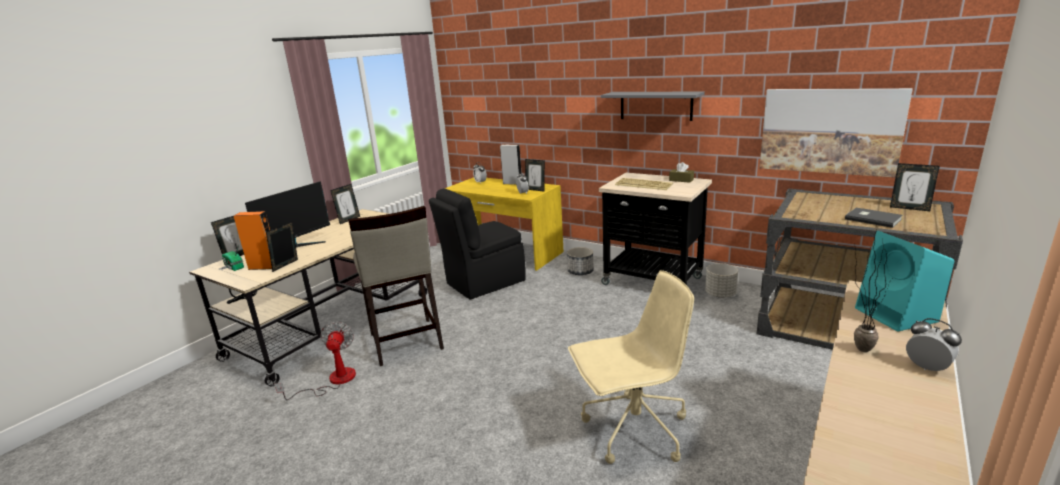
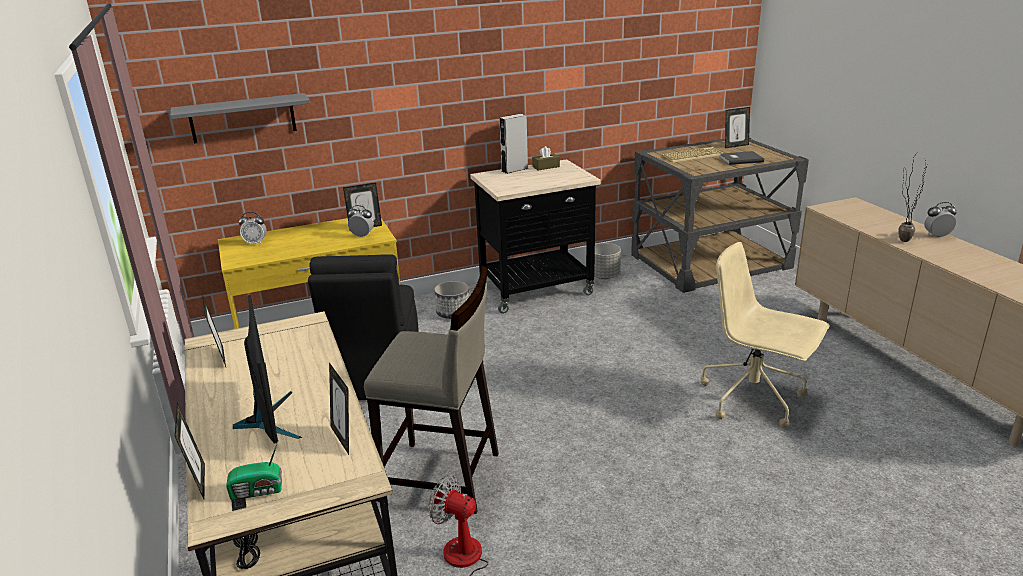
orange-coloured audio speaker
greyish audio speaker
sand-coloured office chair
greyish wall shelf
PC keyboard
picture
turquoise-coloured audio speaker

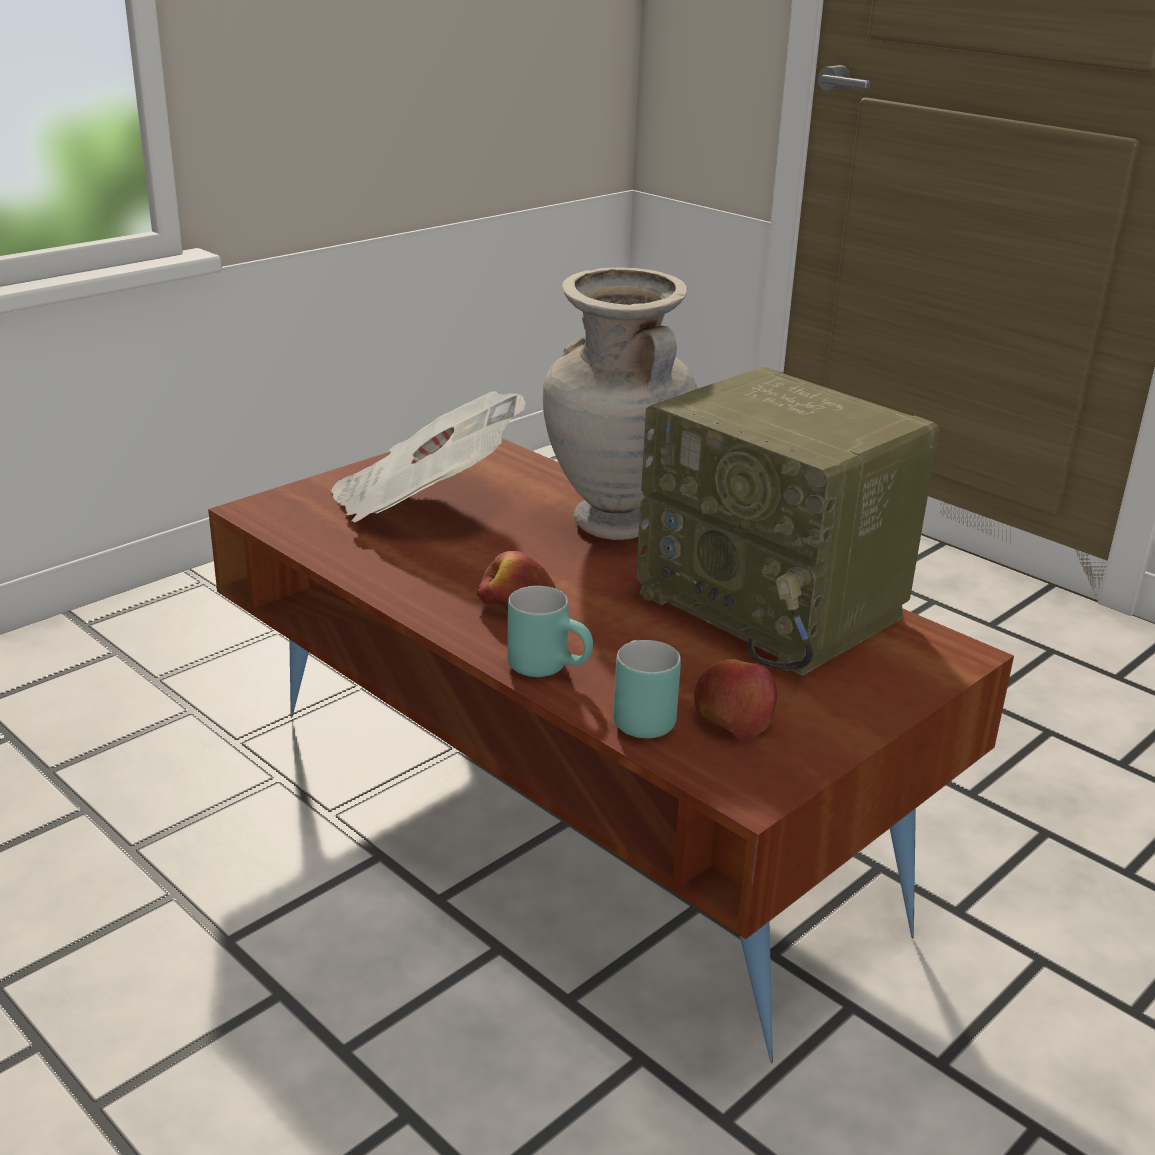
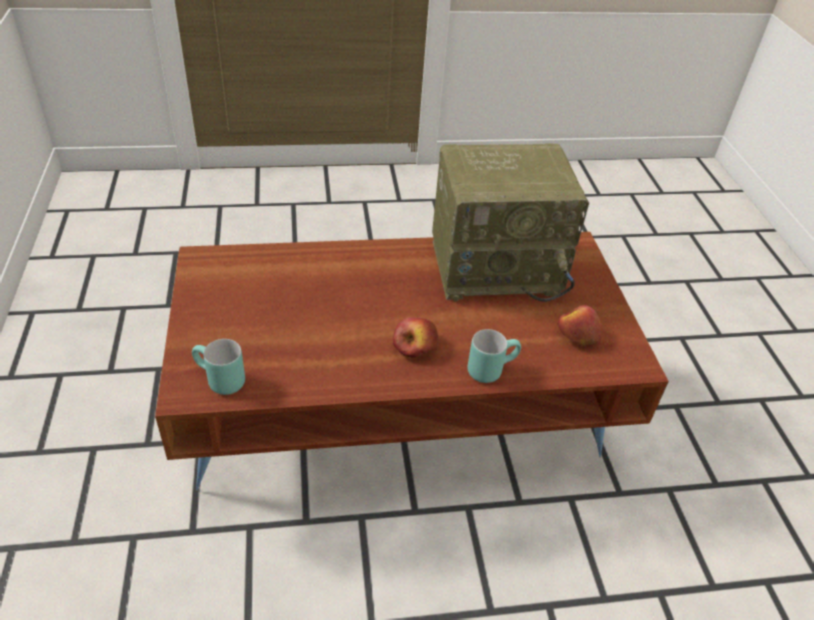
newspaper
sand-coloured flower vase
turquoise-coloured tea mug (no. 1 from left)

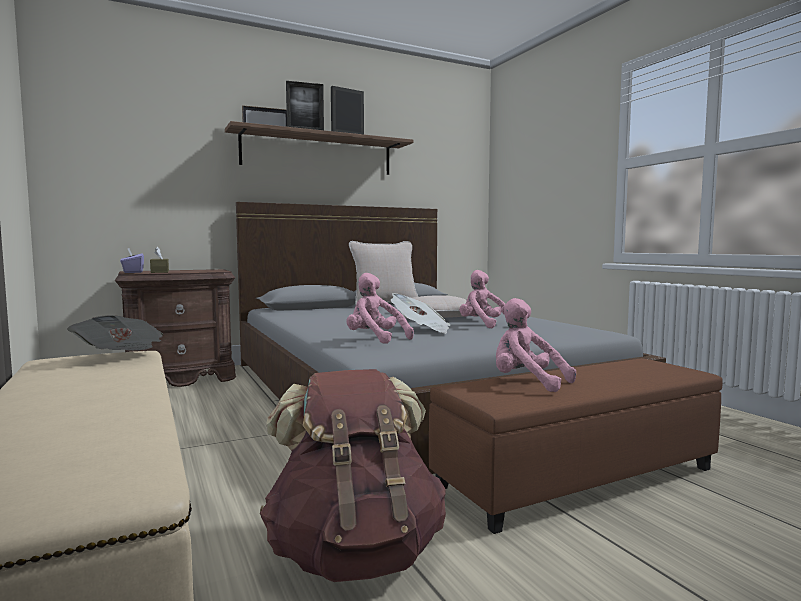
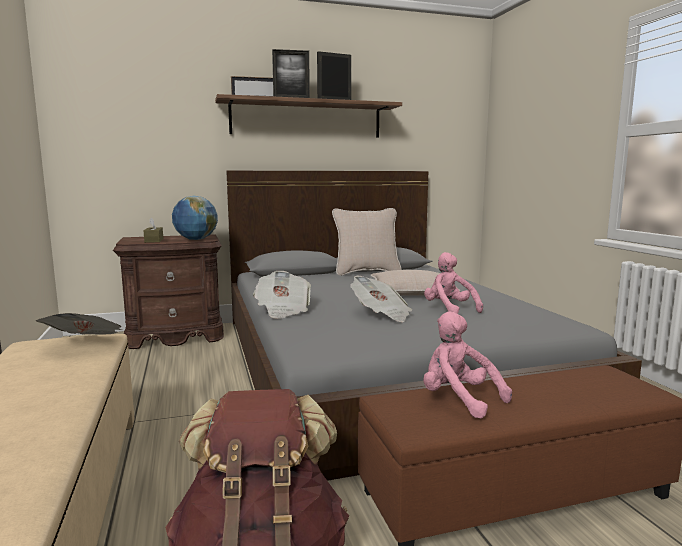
purplish tissue holder
pinkish plush toy (no. 1 from left in the first image)
world globe
newspaper (no. 2 from left)

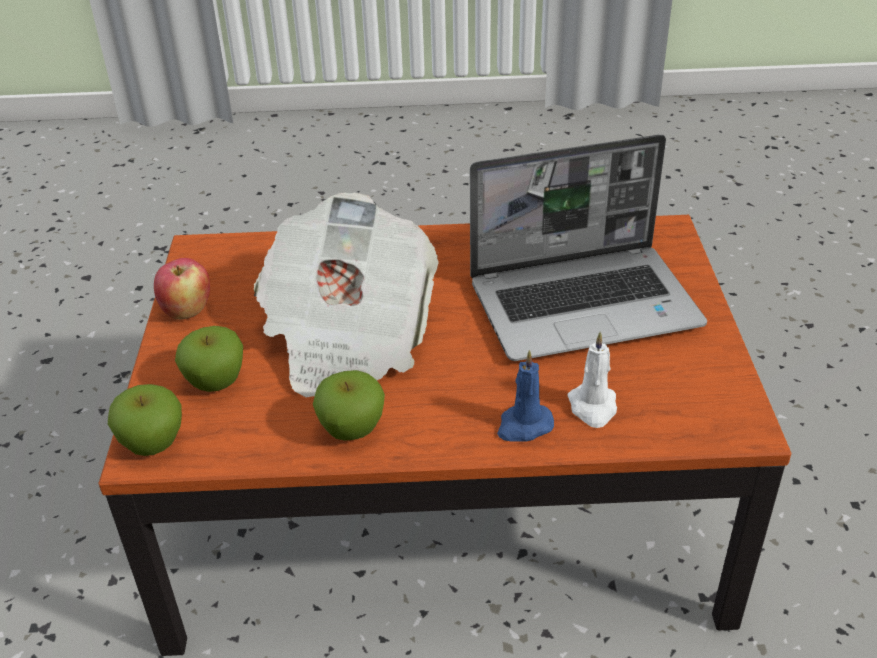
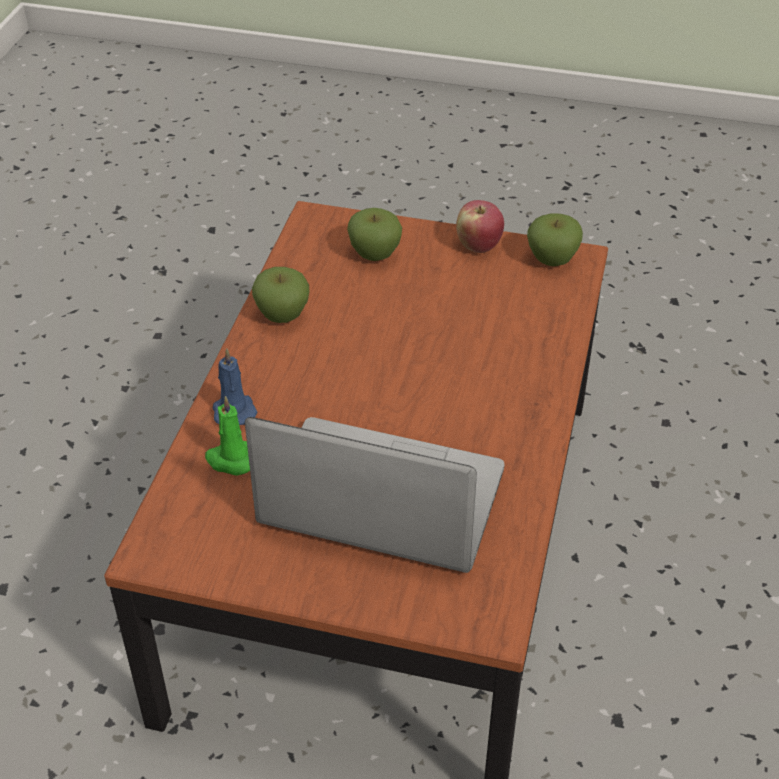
apple (no. 4 from left)
newspaper
laptop
greenish wax light

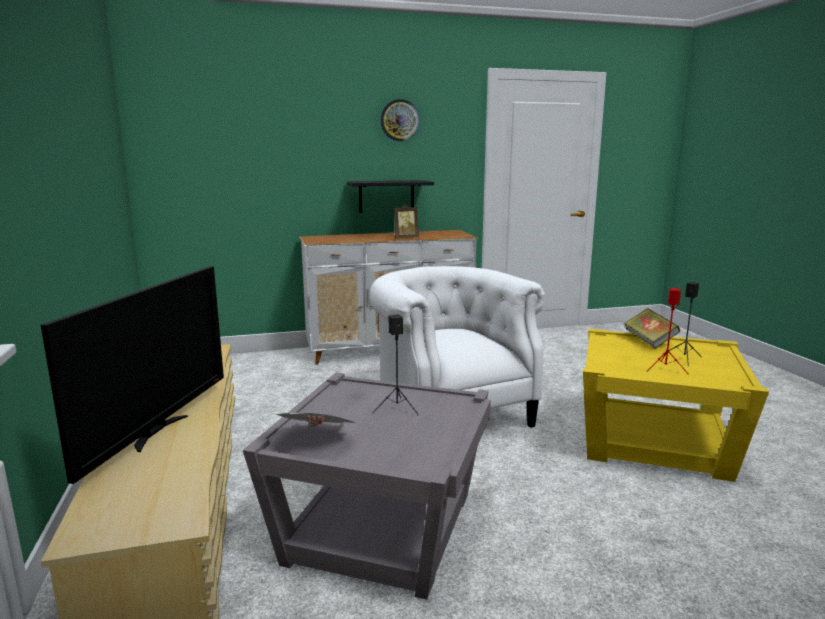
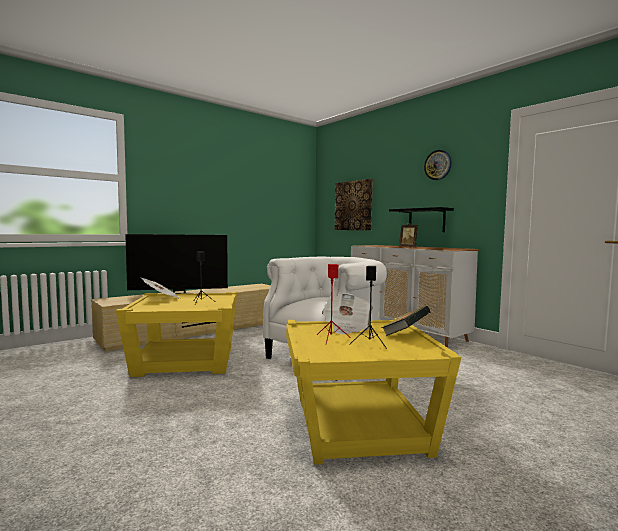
yellow-coloured side table (no. 1 from left)
newspaper (no. 2 from left)
picture

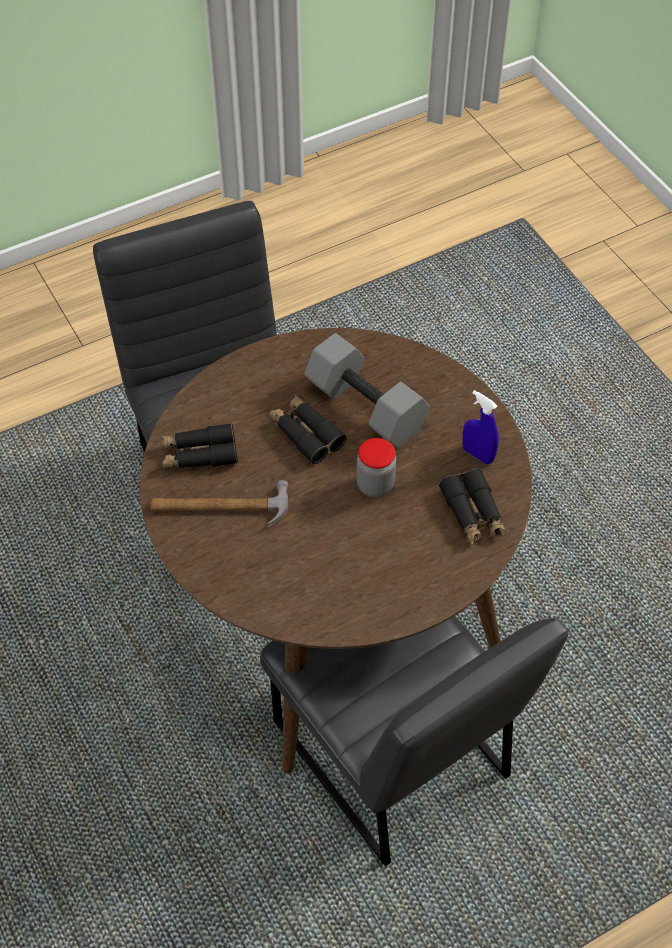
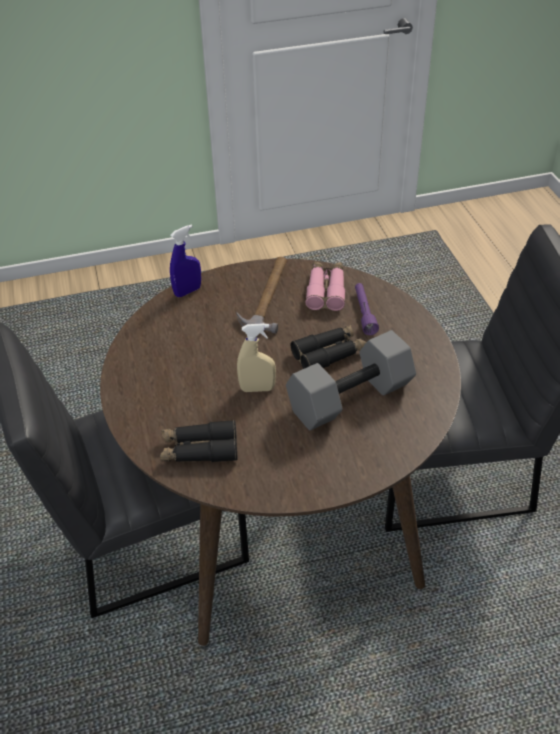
pinkish field glasses
sand-coloured sprayer
blue sprayer
purplish hand torch

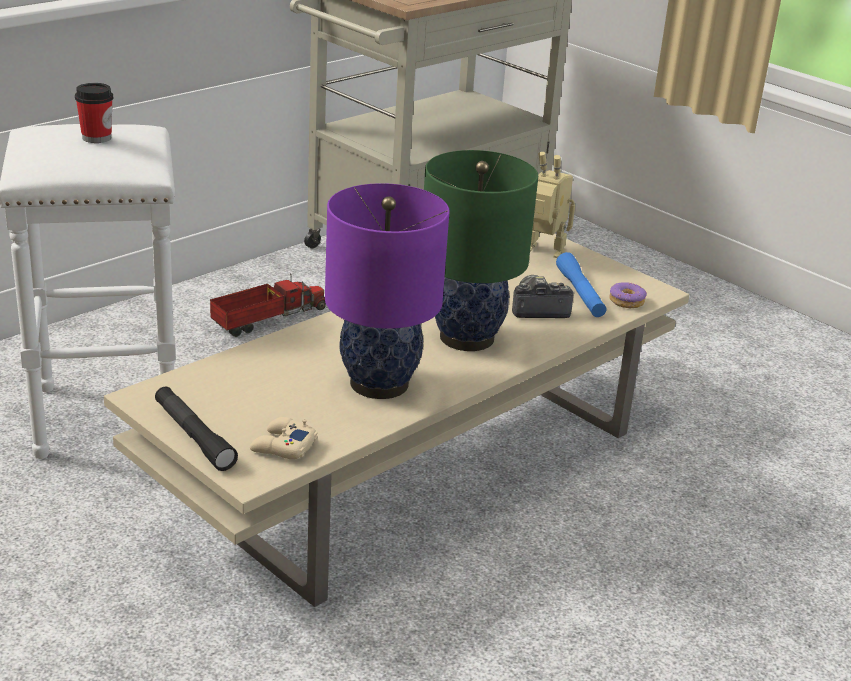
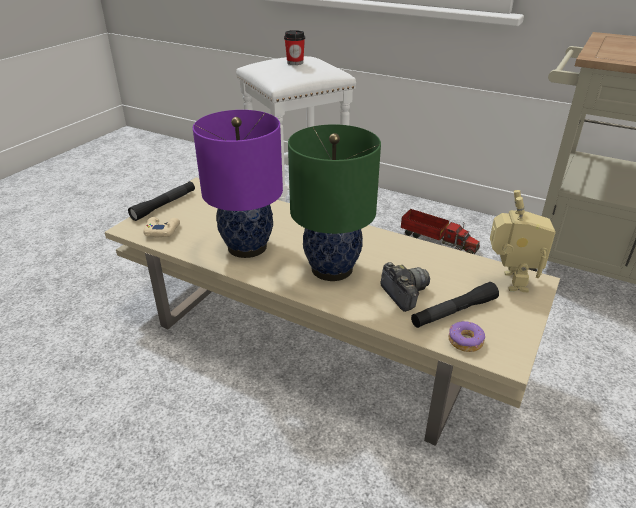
black-coloured hand torch (no. 2 from left)

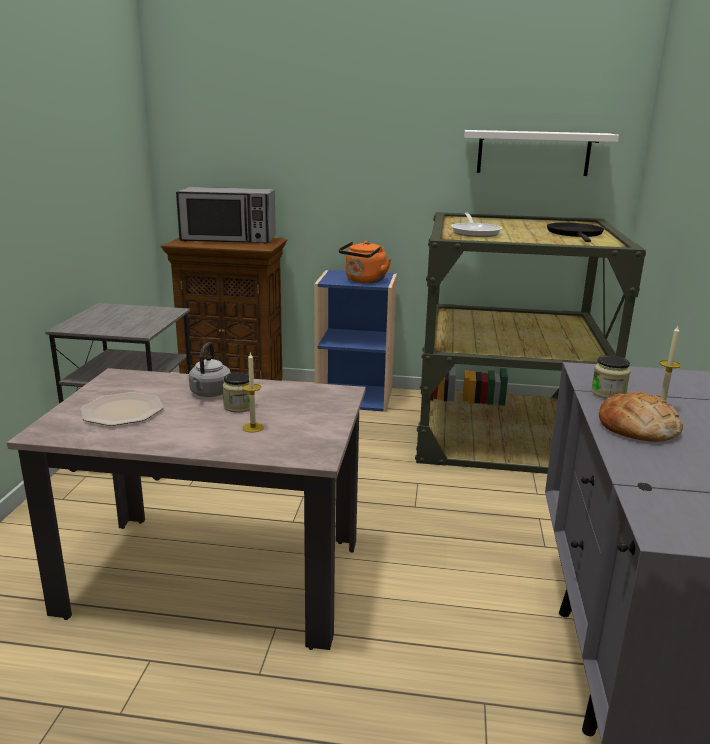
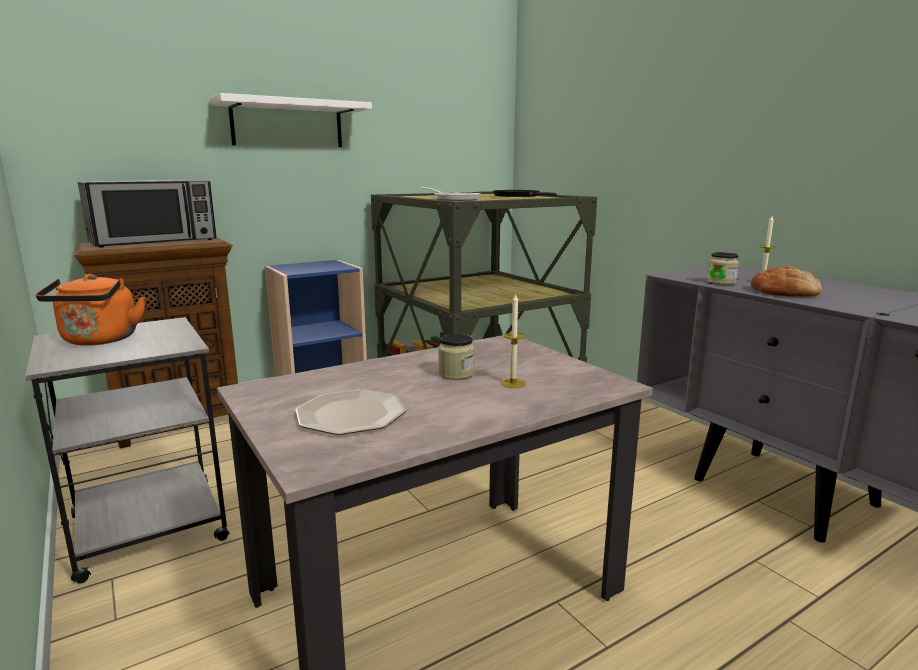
greyish tea kettle
orange-coloured tea kettle
whitish wall shelf

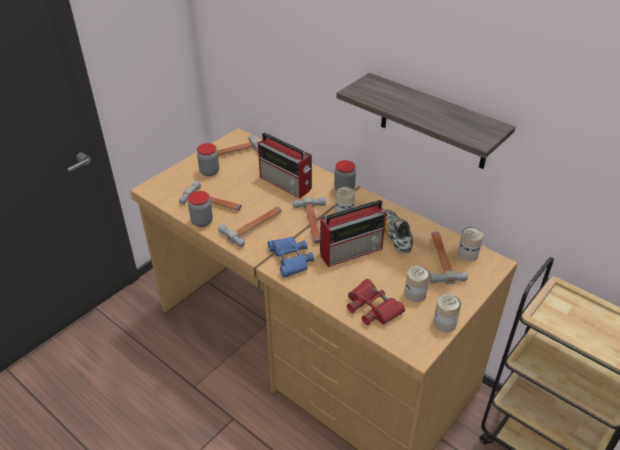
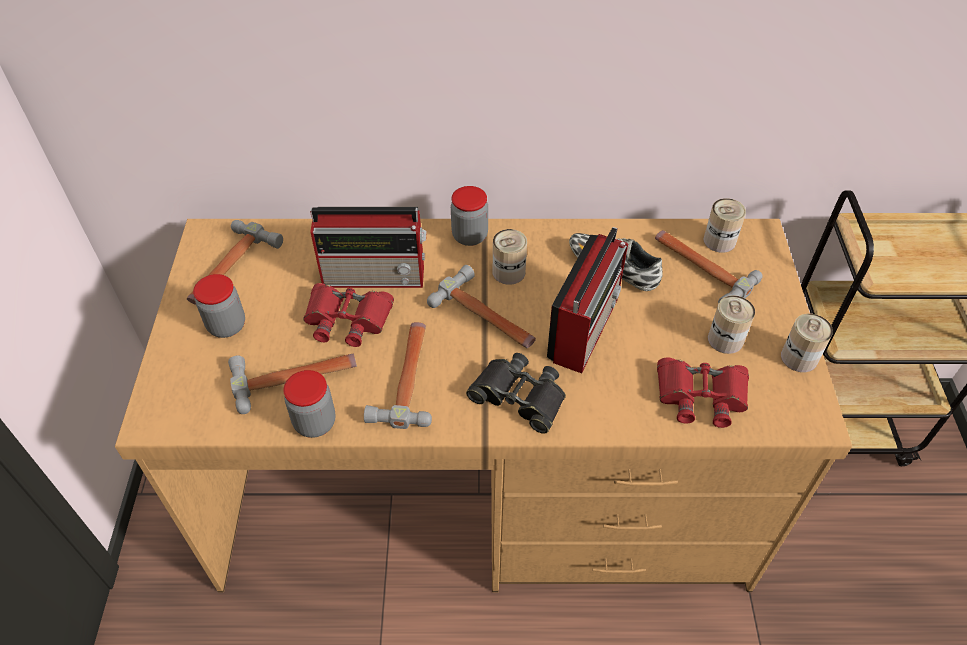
black-coloured field glasses
wall shelf
reddish field glasses (no. 1 from left)

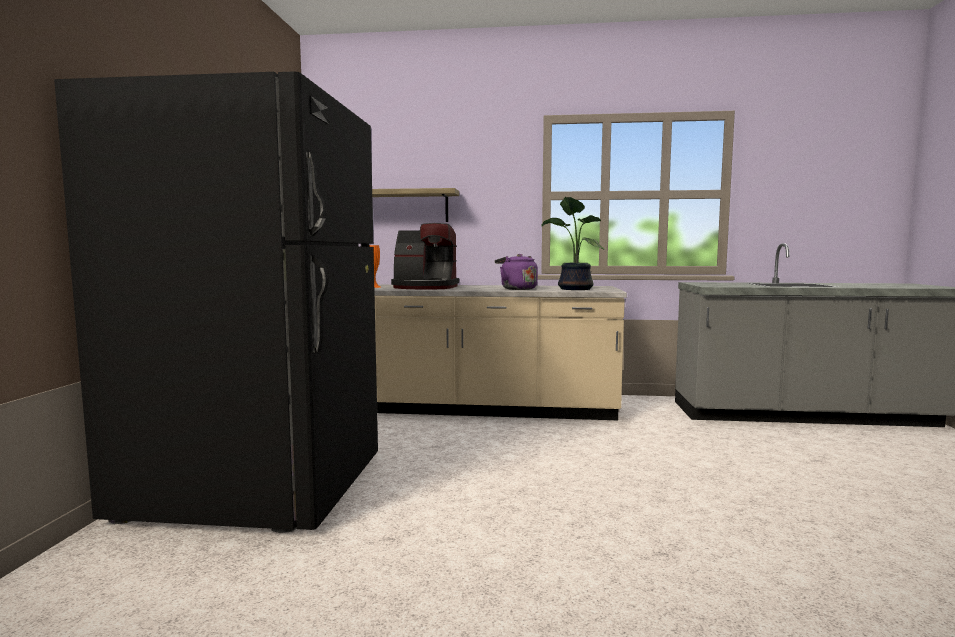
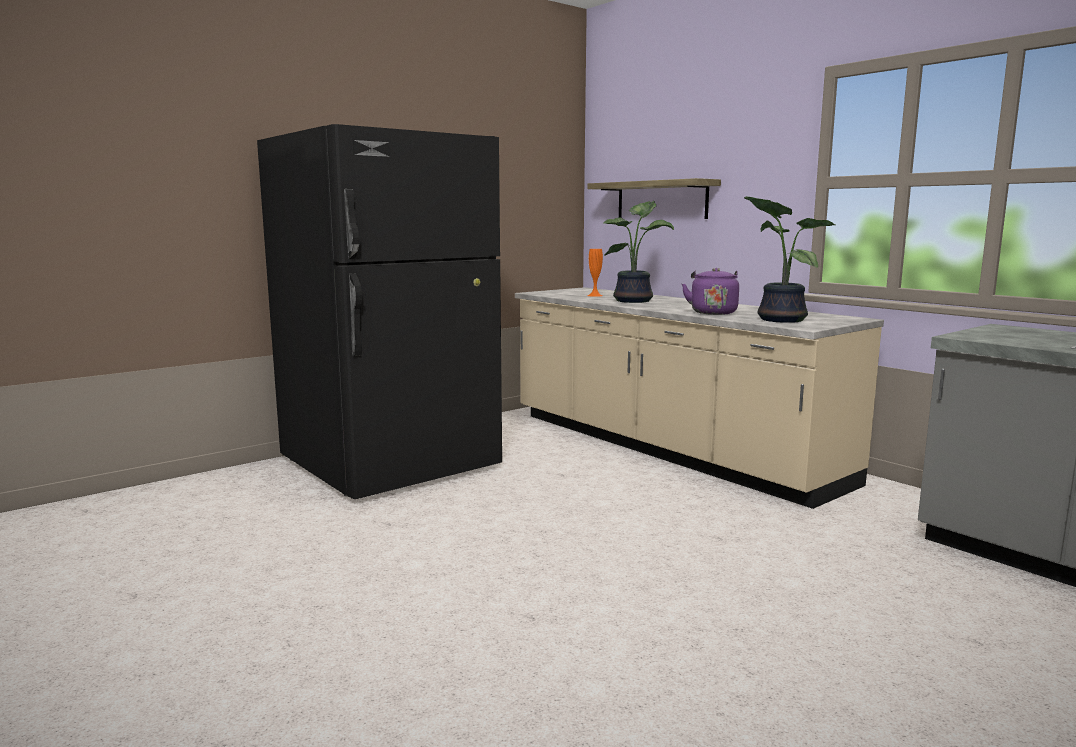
potted plant (no. 1 from left)

